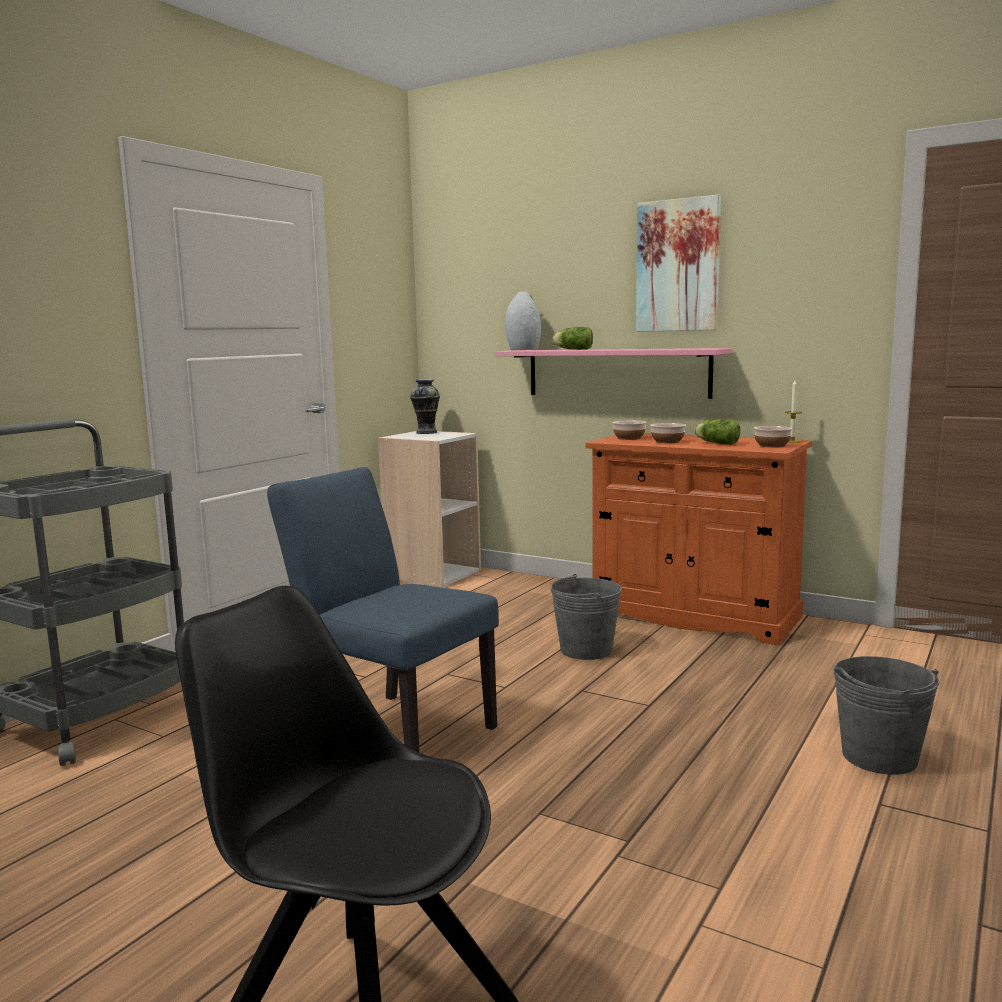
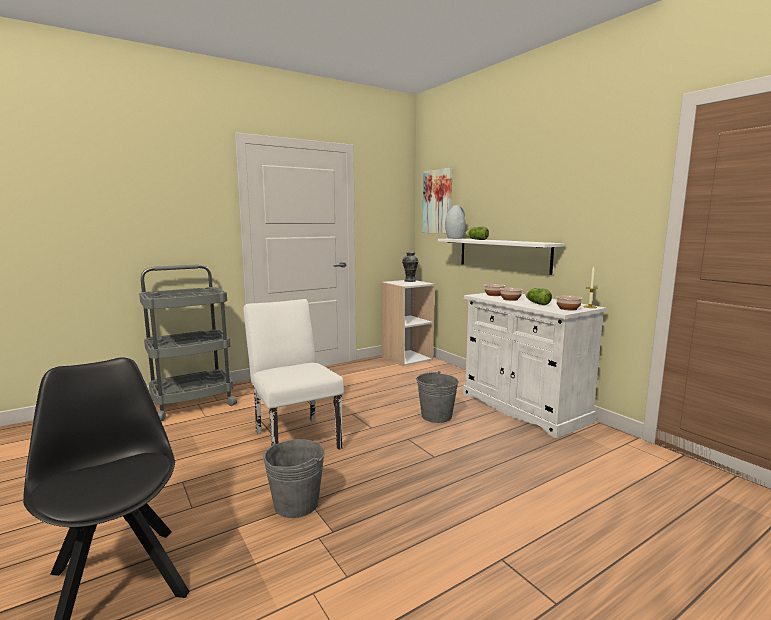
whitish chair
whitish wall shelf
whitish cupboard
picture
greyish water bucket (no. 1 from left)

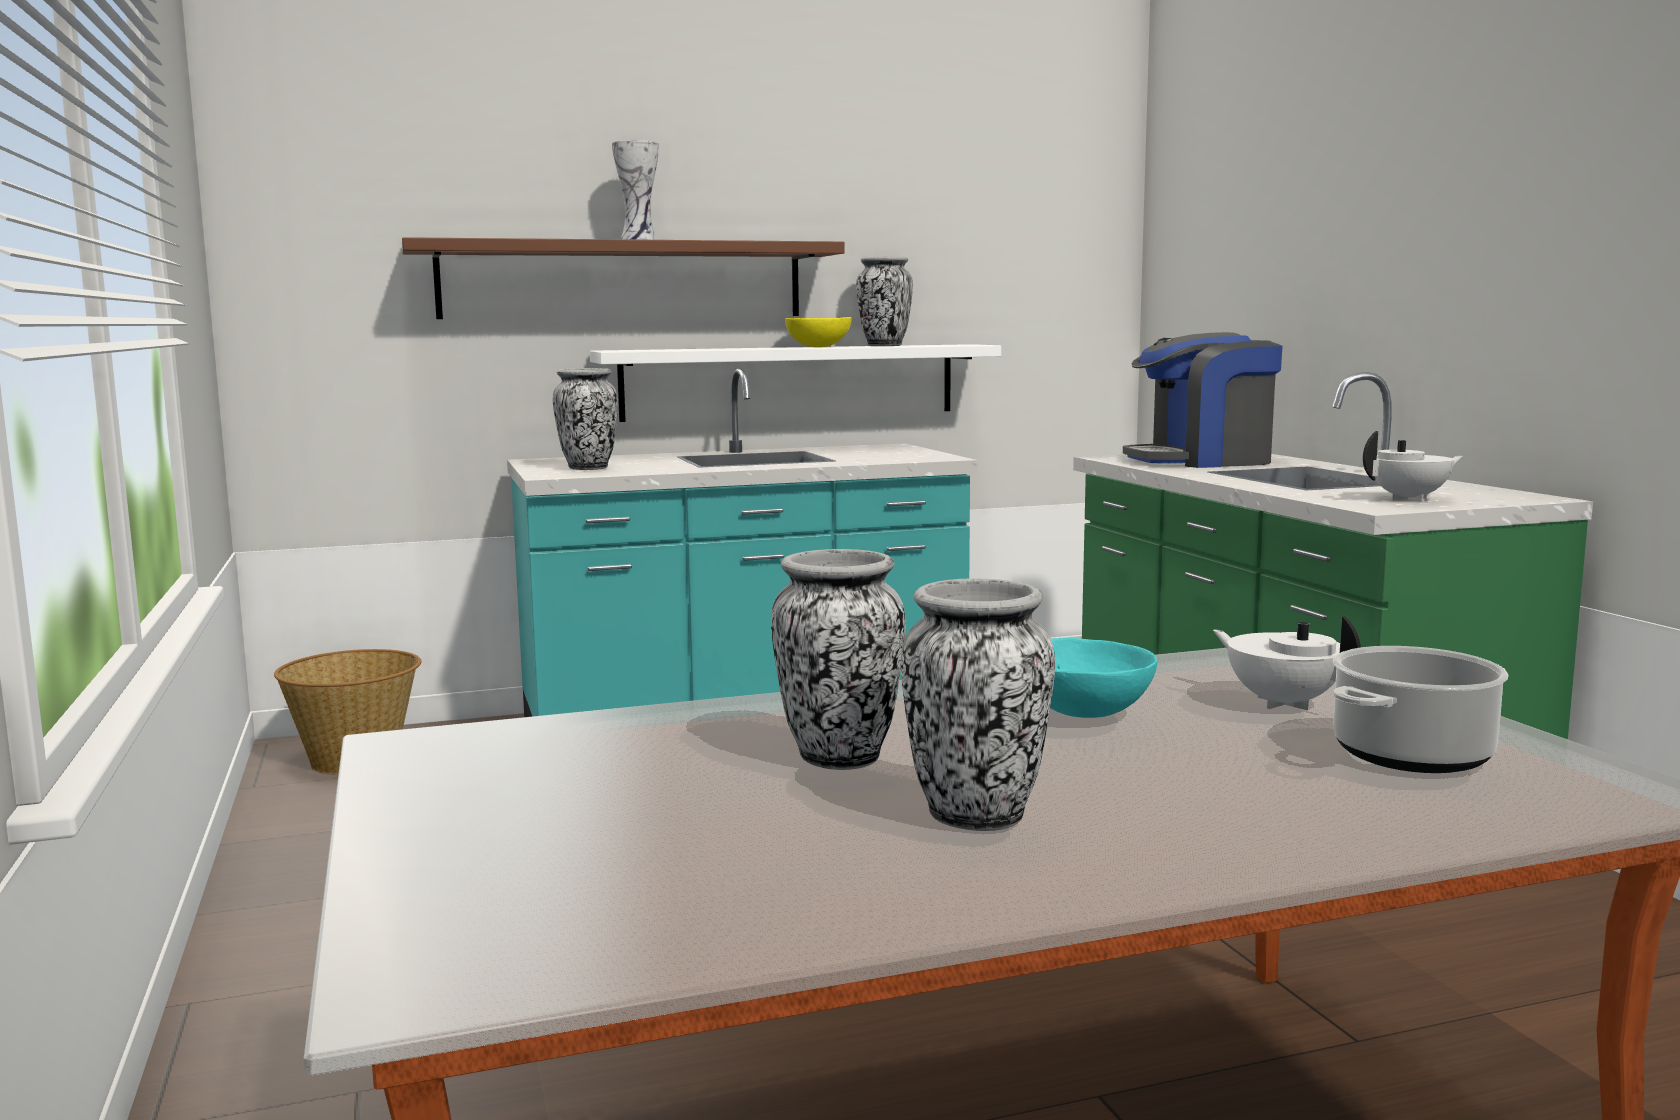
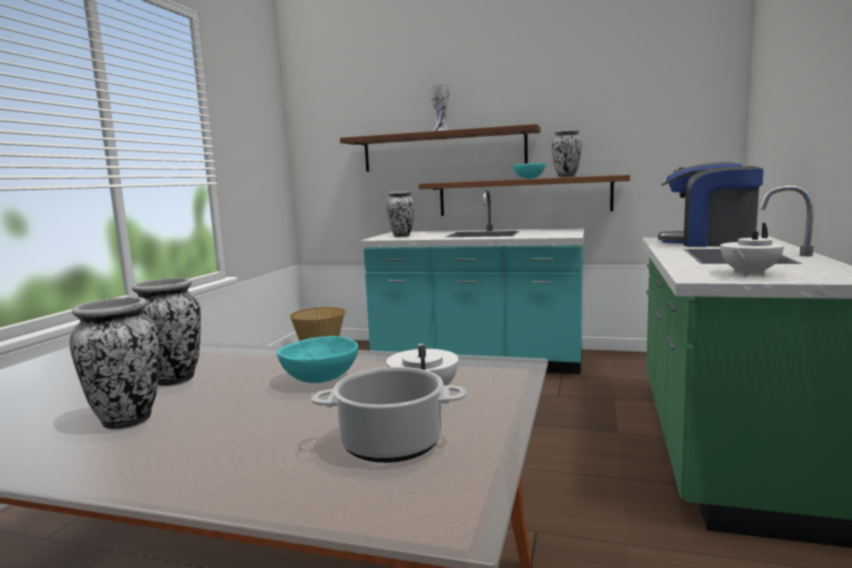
brownish wall shelf (no. 2 from left)
turquoise-coloured deep dish (no. 2 from left)
whitish teapot (no. 2 from left)

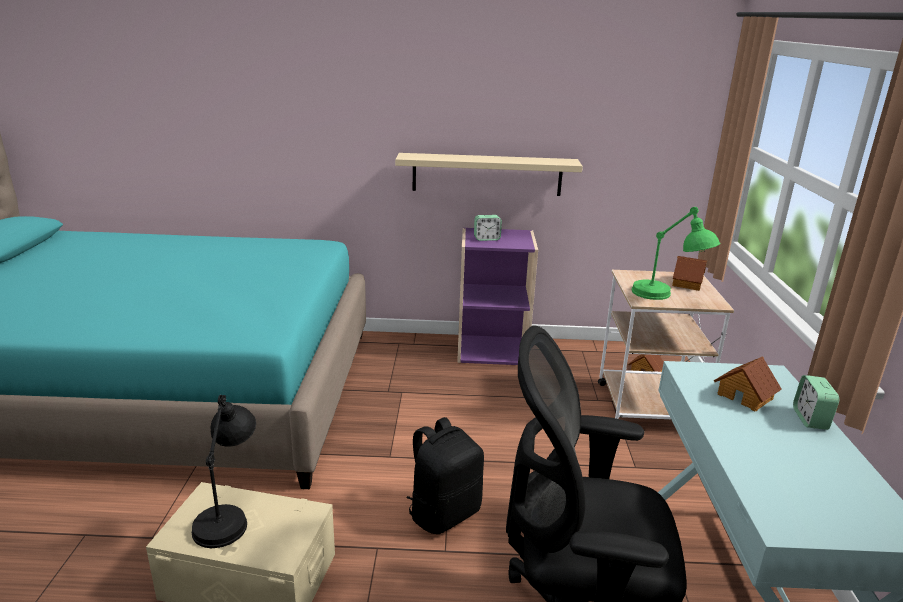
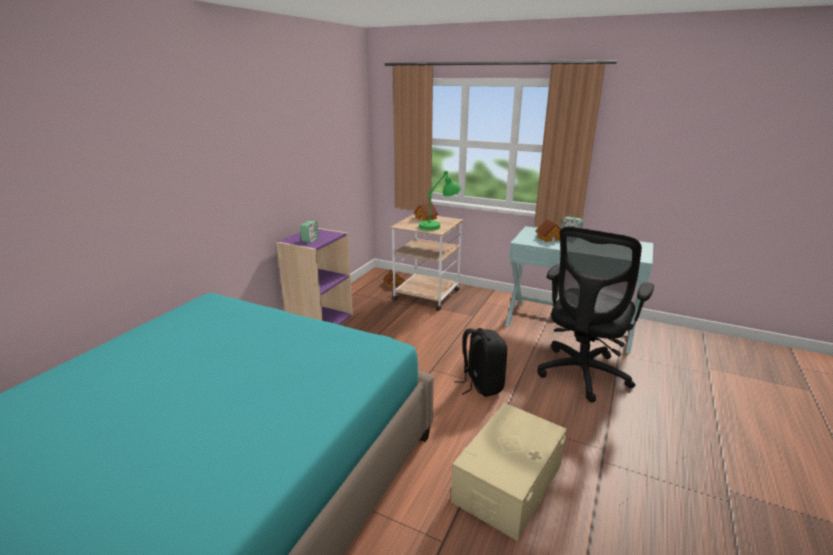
black-coloured tabletop lamp
sand-coloured wall shelf

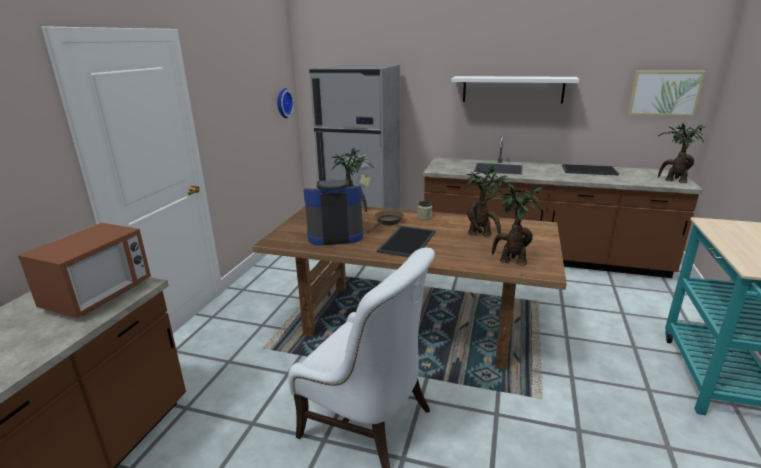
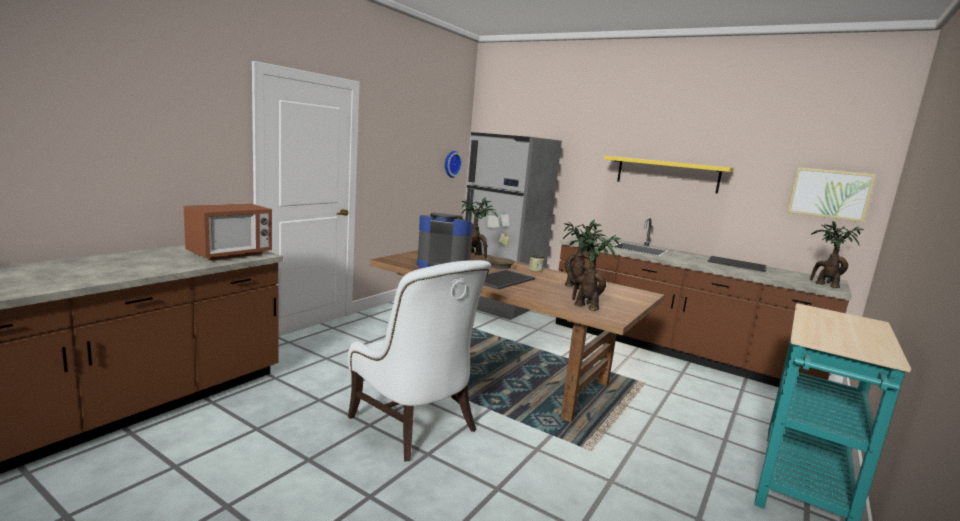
yellow-coloured wall shelf

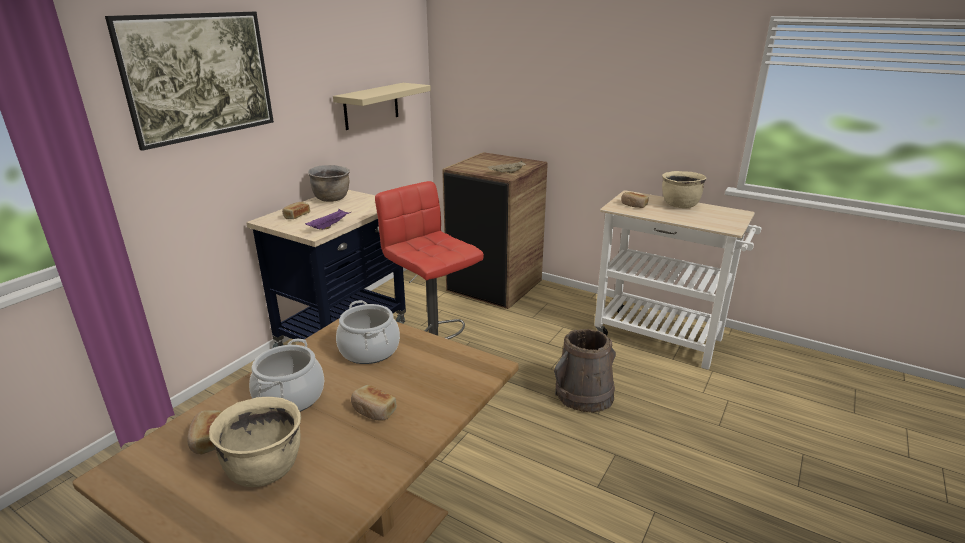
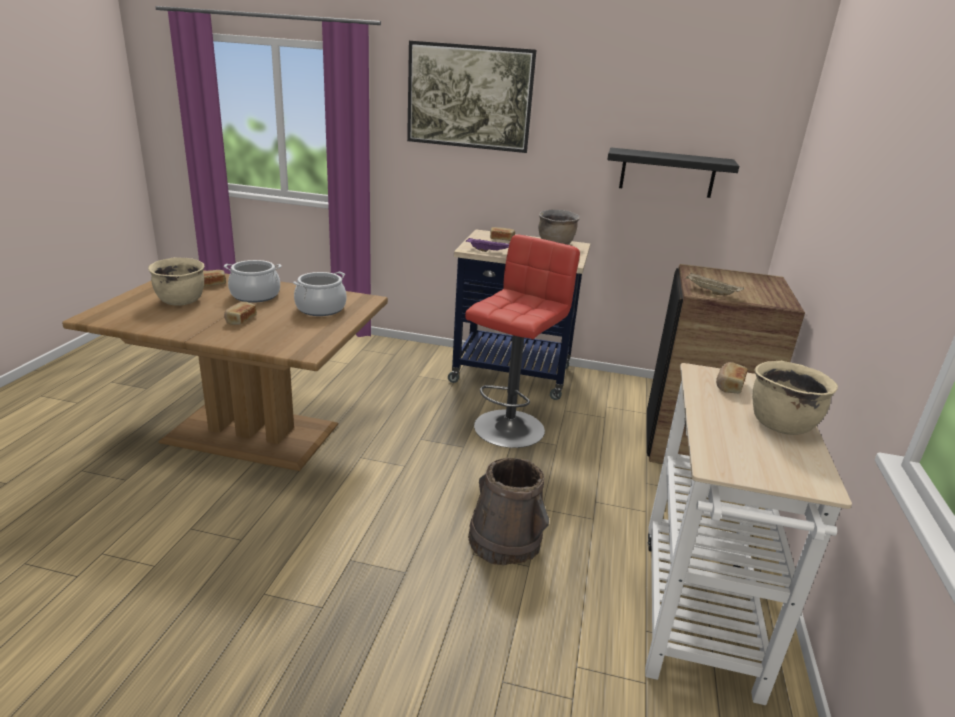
black-coloured wall shelf

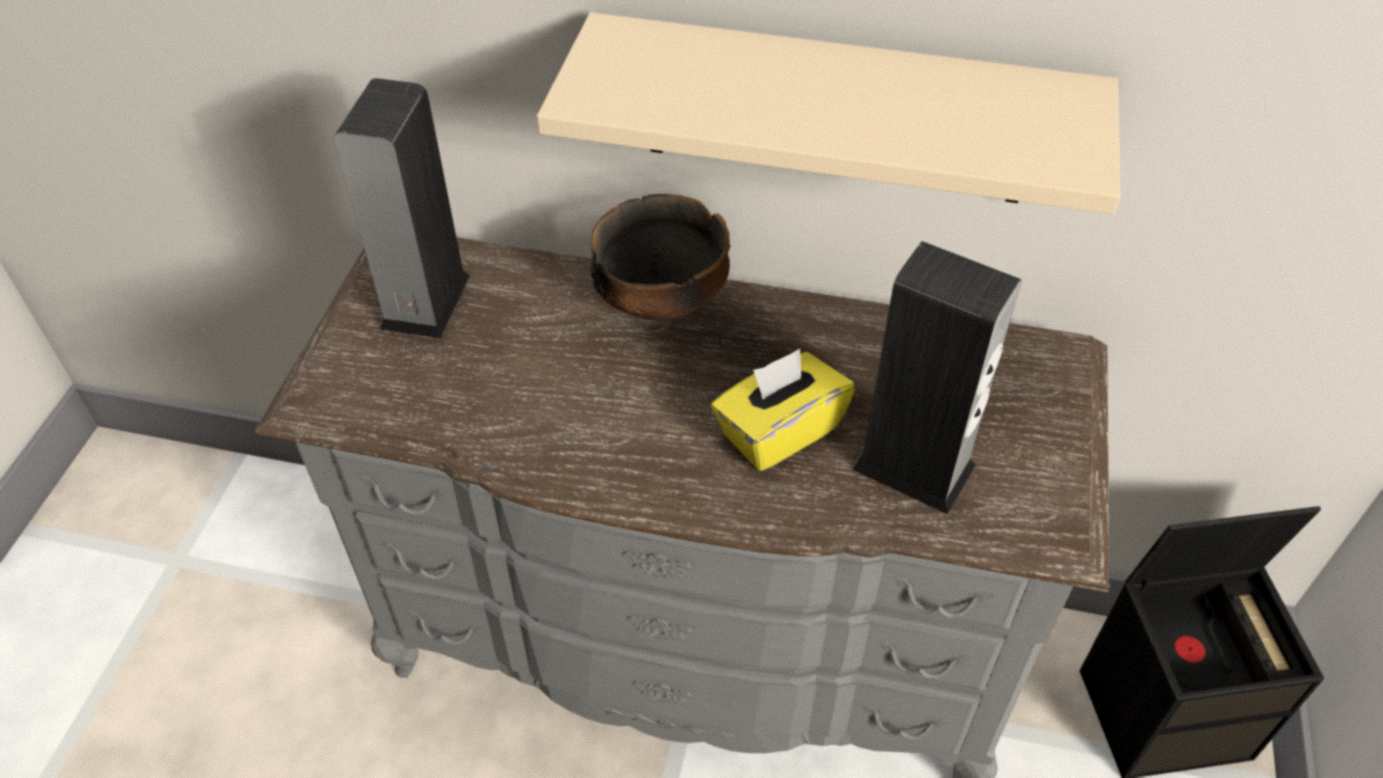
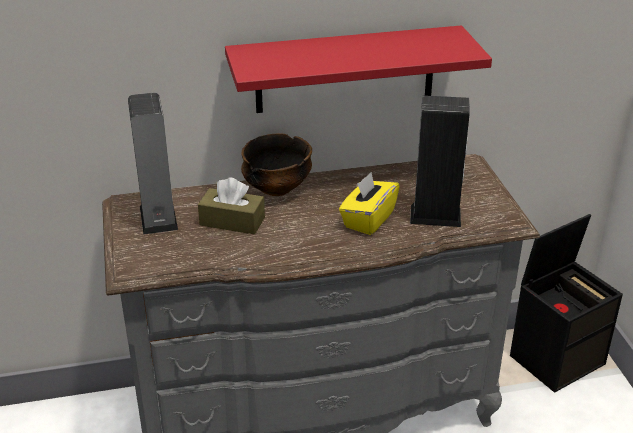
reddish wall shelf
brownish tissue holder

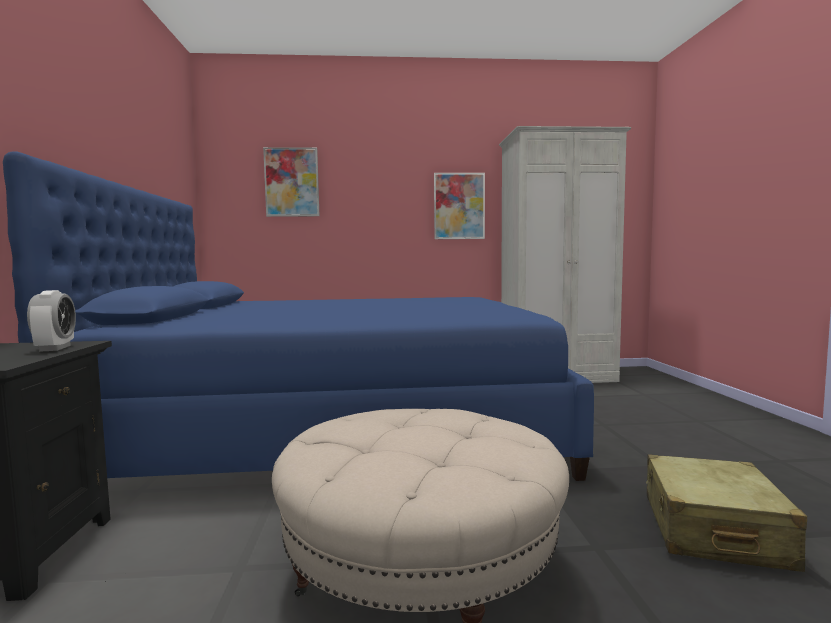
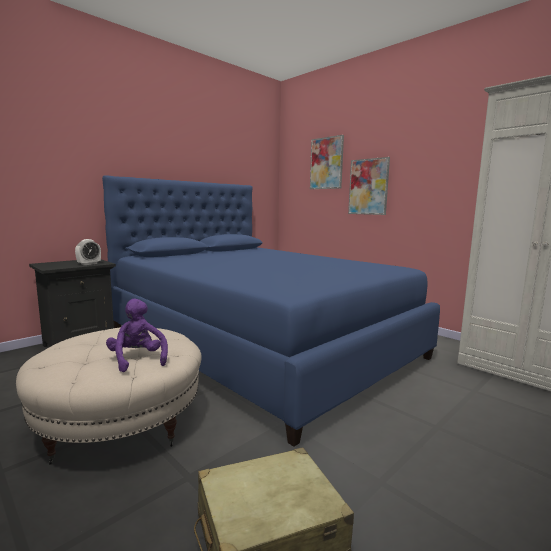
picture (no. 2 from left)
purplish plush toy

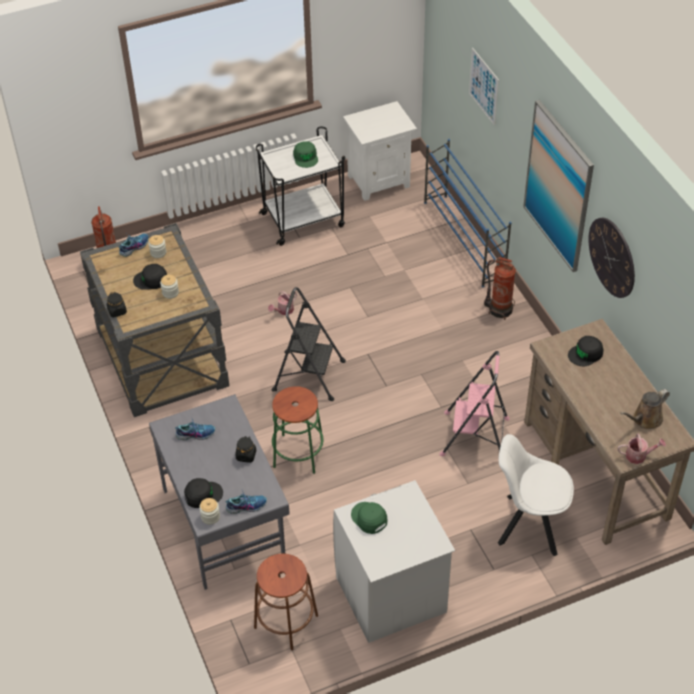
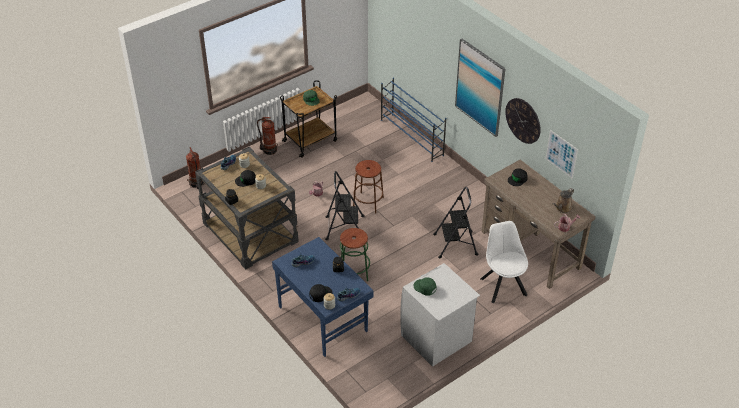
blue desk table
brownish stool seat
brownish trolley
whitish bedside table
black-coloured step stool (no. 2 from left)
picture (no. 2 from left)
fire extinguisher (no. 2 from left)
whitish chair

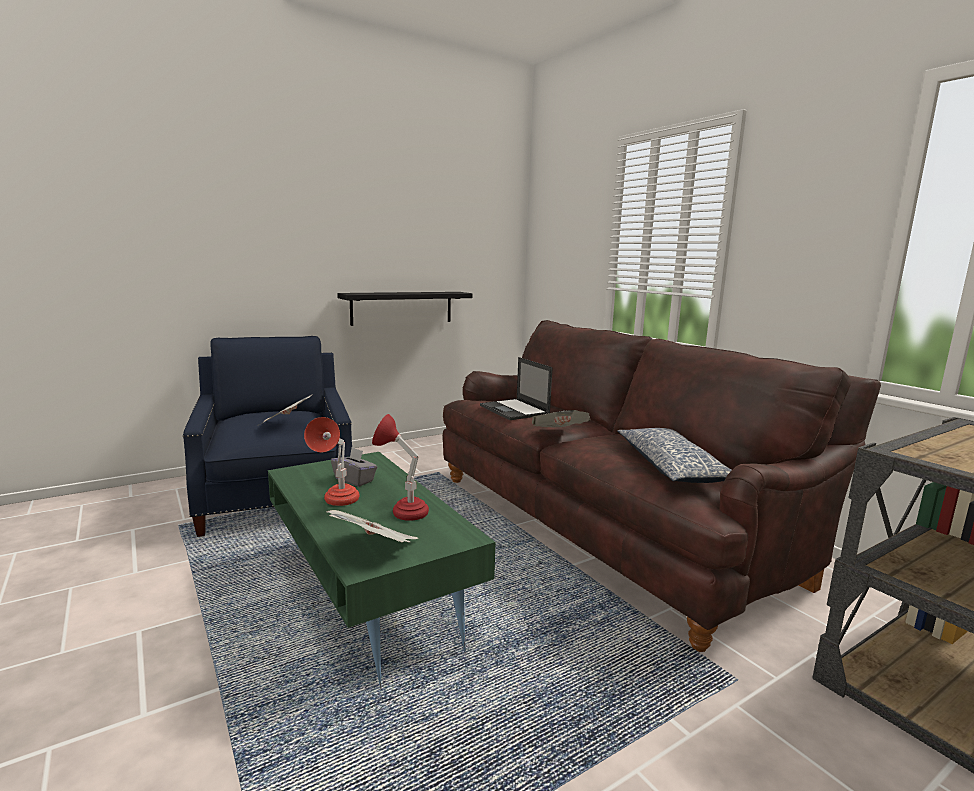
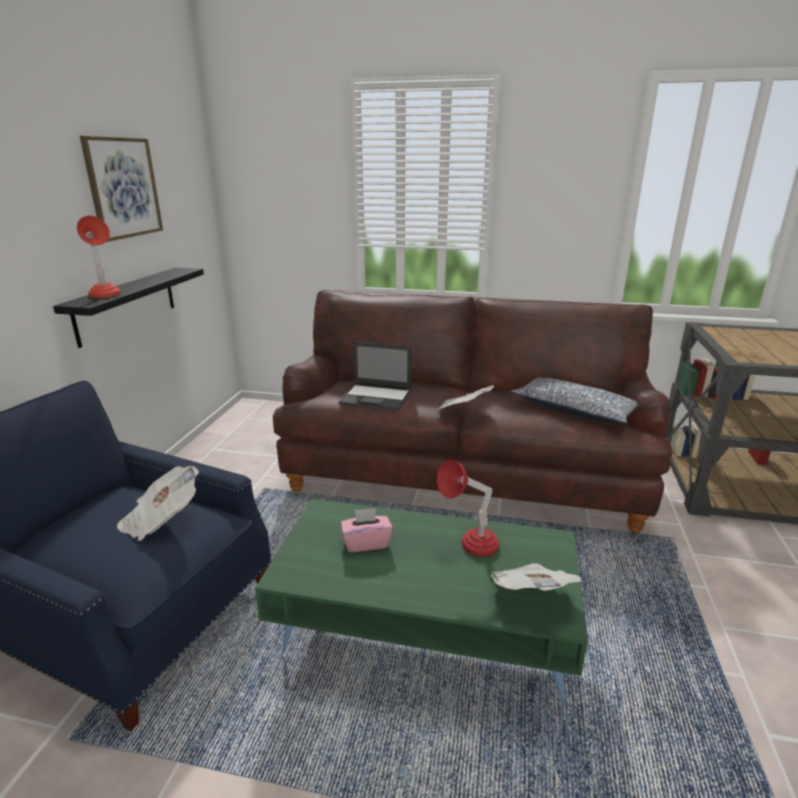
reddish tabletop lamp (no. 1 from left)
pinkish tissue holder
picture

